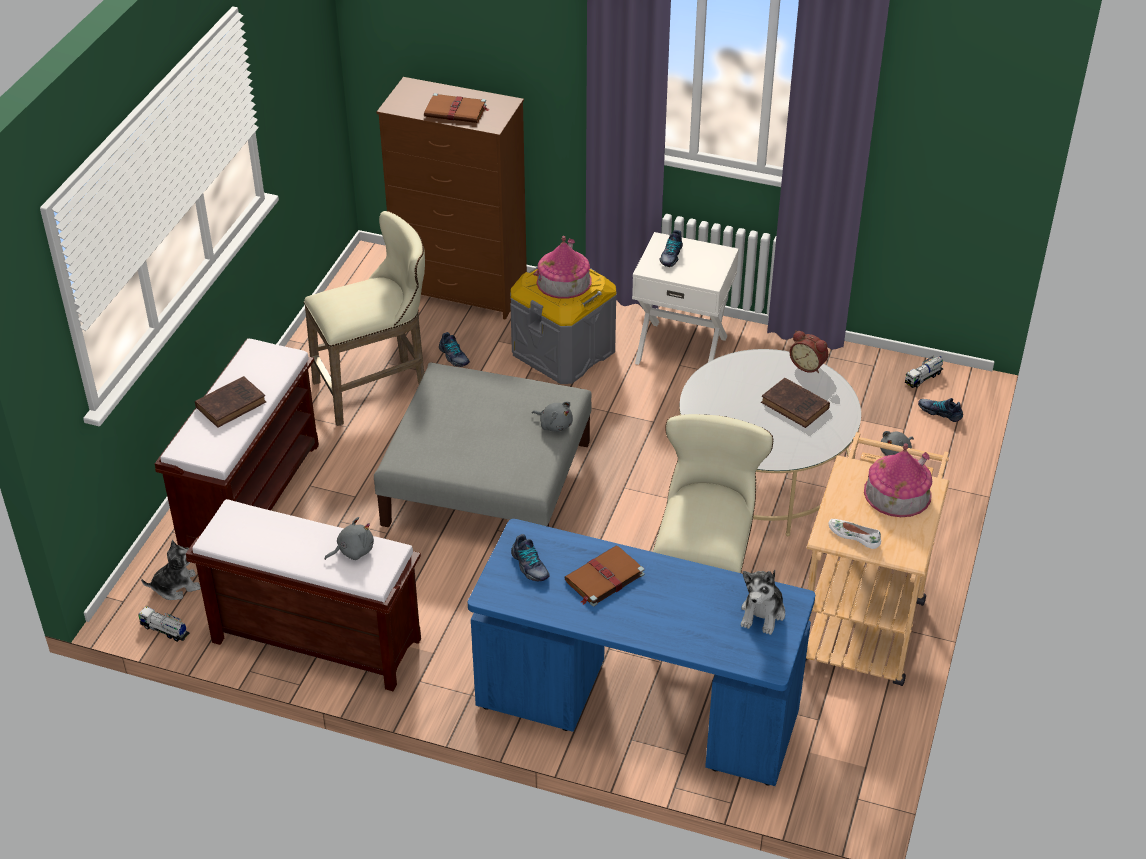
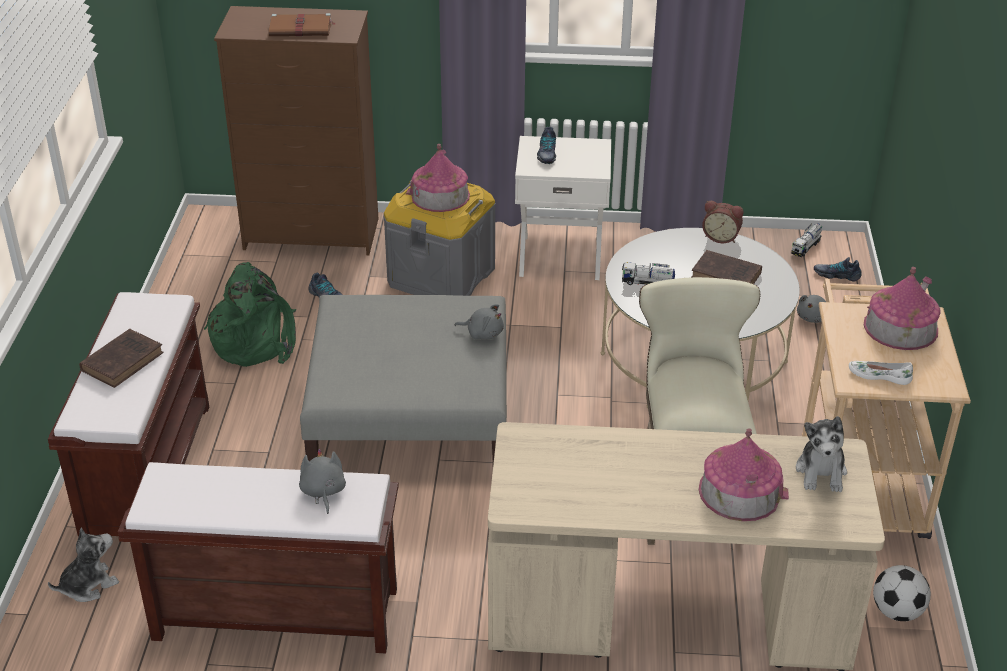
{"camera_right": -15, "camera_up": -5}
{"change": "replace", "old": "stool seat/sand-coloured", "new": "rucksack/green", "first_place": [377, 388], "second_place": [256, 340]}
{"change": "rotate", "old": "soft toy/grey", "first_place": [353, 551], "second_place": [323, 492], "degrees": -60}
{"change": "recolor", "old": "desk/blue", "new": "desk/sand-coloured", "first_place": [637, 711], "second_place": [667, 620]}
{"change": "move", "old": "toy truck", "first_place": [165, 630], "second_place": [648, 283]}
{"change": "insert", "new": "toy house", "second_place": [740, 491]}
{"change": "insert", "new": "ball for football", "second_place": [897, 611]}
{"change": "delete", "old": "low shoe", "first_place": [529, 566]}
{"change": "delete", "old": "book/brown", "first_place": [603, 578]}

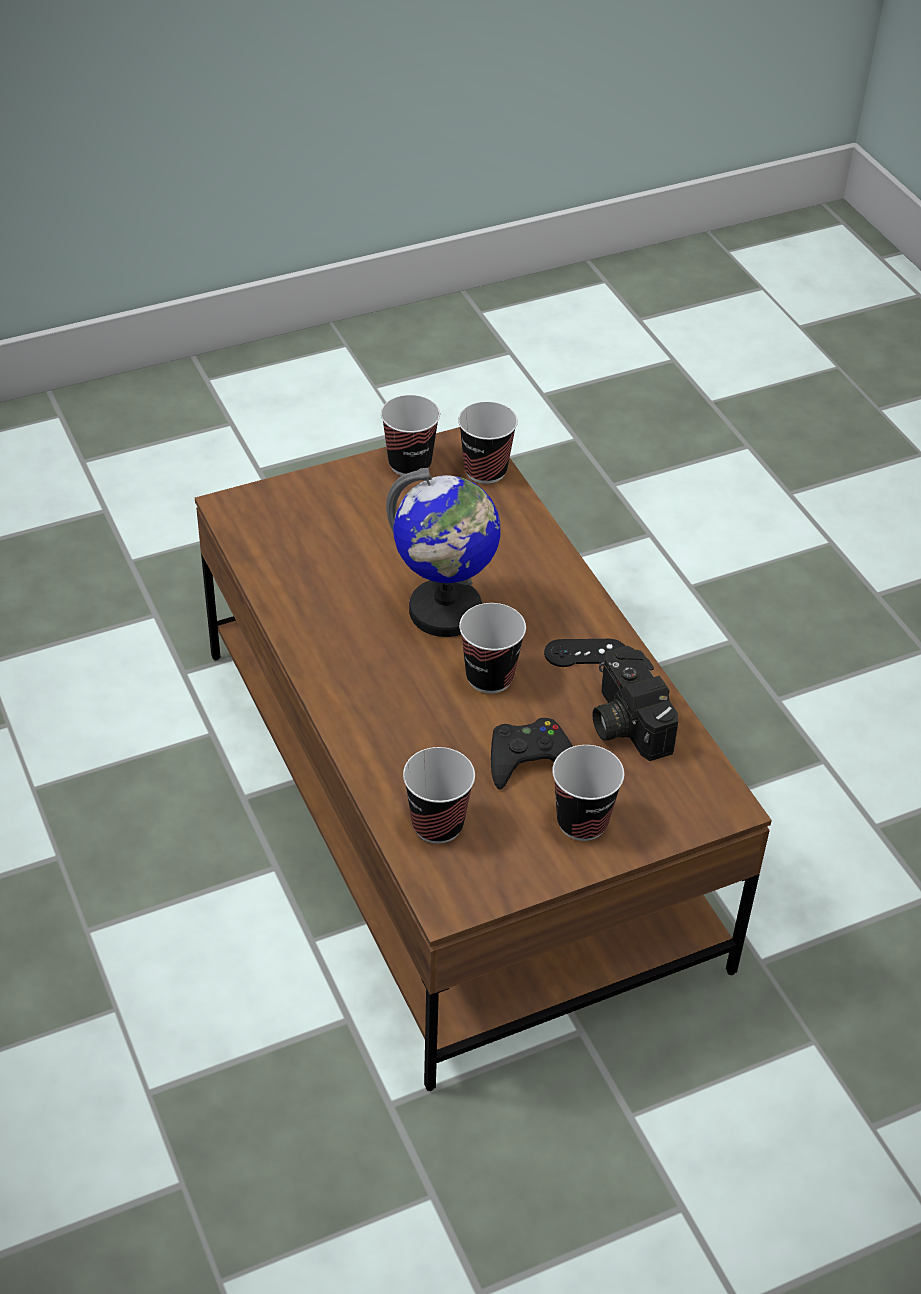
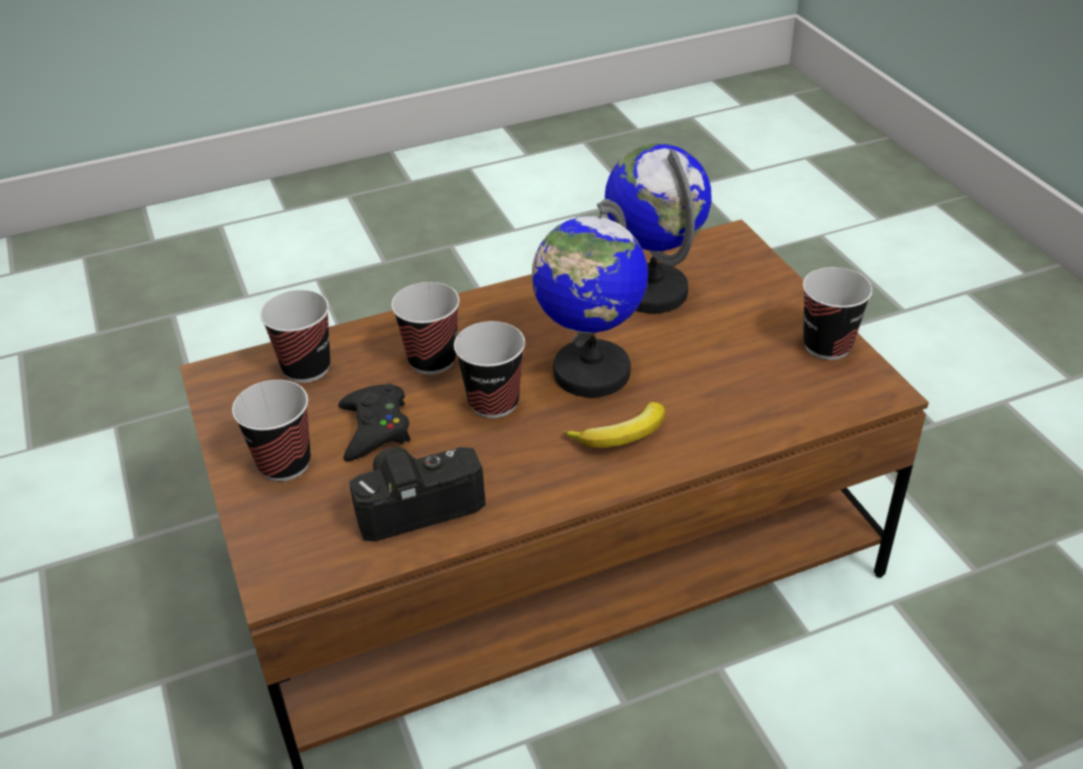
{"camera_right": 95, "camera_up": -5}
{"change": "move", "old": "small cup", "first_place": [485, 471], "second_place": [432, 360]}
{"change": "insert", "new": "banana", "second_place": [622, 436]}
{"change": "insert", "new": "globe", "second_place": [652, 291]}
{"change": "delete", "old": "game controller/black", "first_place": [585, 653]}

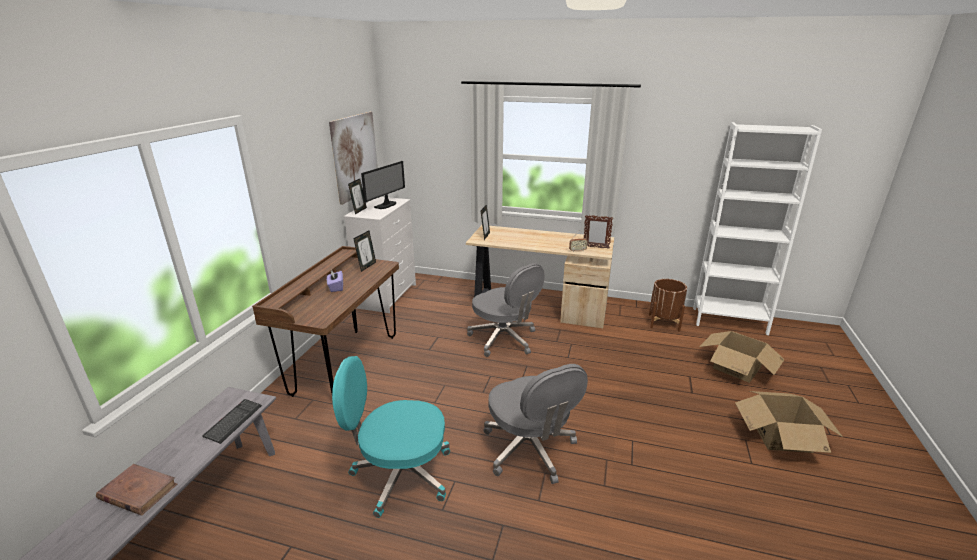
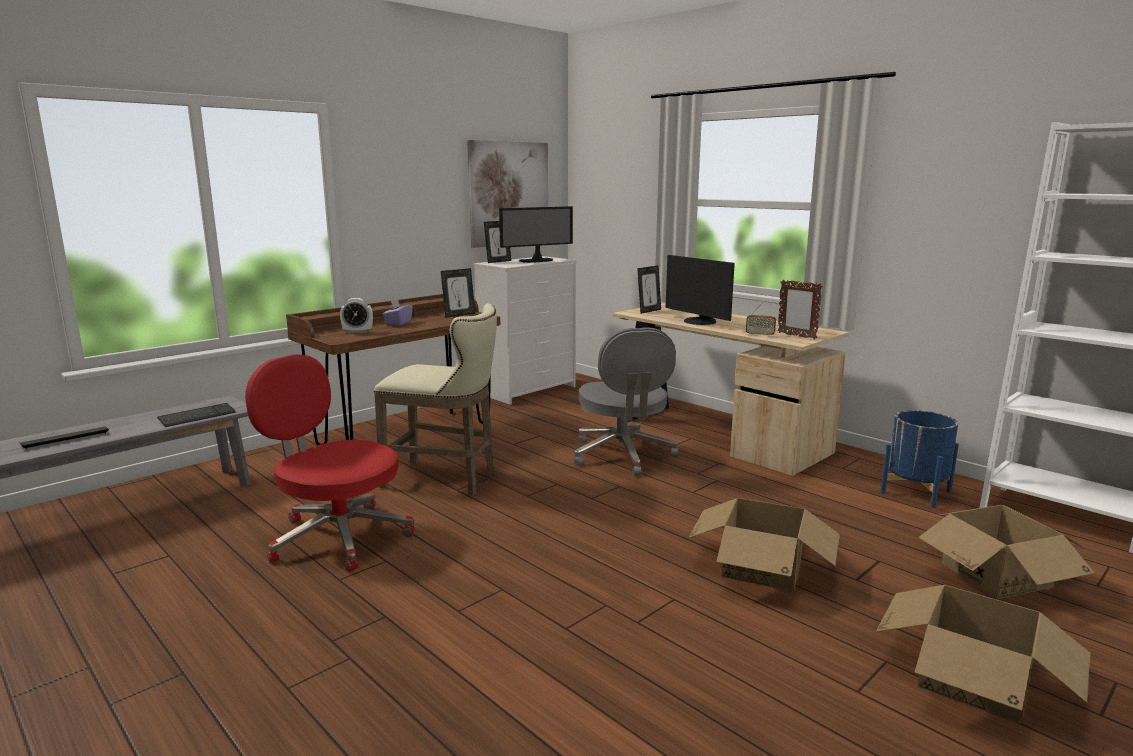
{"camera_right": 30, "camera_up": -10}
{"change": "replace", "old": "book/brown", "new": "keyboard", "first_place": [138, 492], "second_place": [65, 438]}
{"change": "recolor", "old": "computer chair/turquoise", "new": "computer chair/red-coloured", "first_place": [400, 474], "second_place": [337, 537]}
{"change": "insert", "new": "alarm clock", "second_place": [357, 332]}
{"change": "insert", "new": "stool seat/sand-coloured", "second_place": [446, 480]}
{"change": "insert", "new": "monitor", "second_place": [698, 322]}
{"change": "insert", "new": "carton", "second_place": [761, 567]}
{"change": "recolor", "old": "flower pot/brown", "new": "flower pot/blue", "first_place": [664, 322], "second_place": [915, 492]}
{"change": "delete", "old": "computer chair/grey", "first_place": [530, 449]}

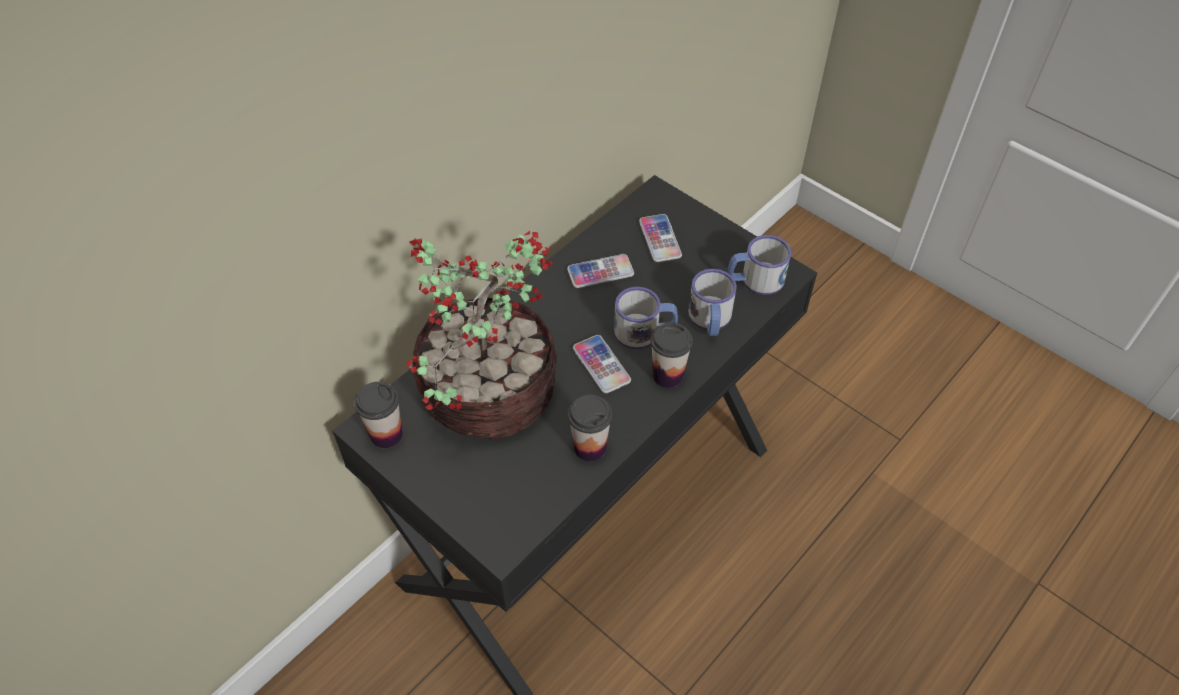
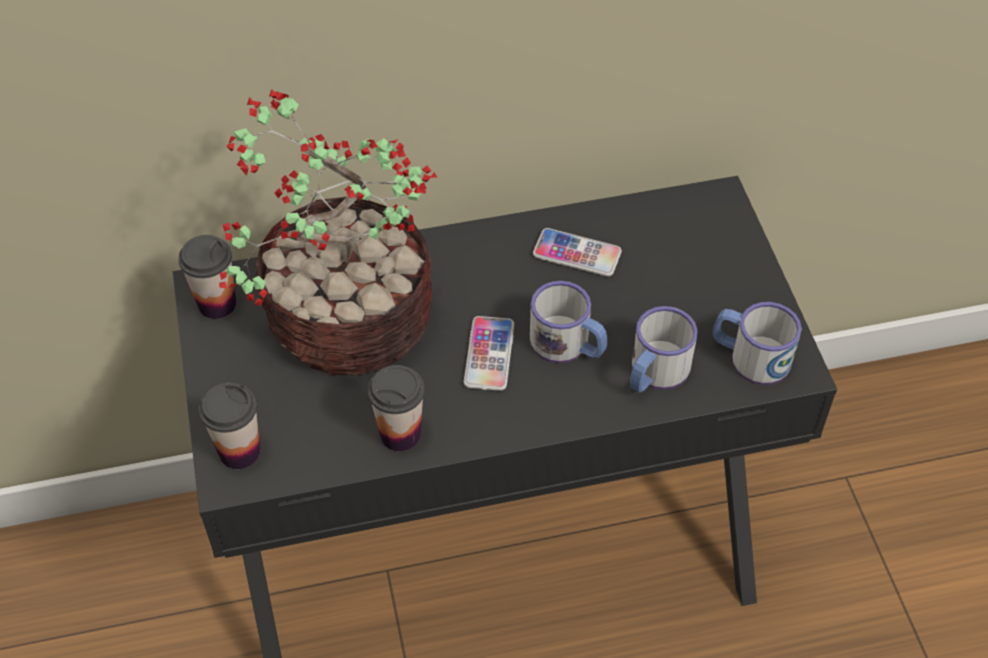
{"camera_right": 35, "camera_up": 0}
{"change": "move", "old": "small cup", "first_place": [667, 375], "second_place": [239, 451]}
{"change": "delete", "old": "handset", "first_place": [660, 239]}

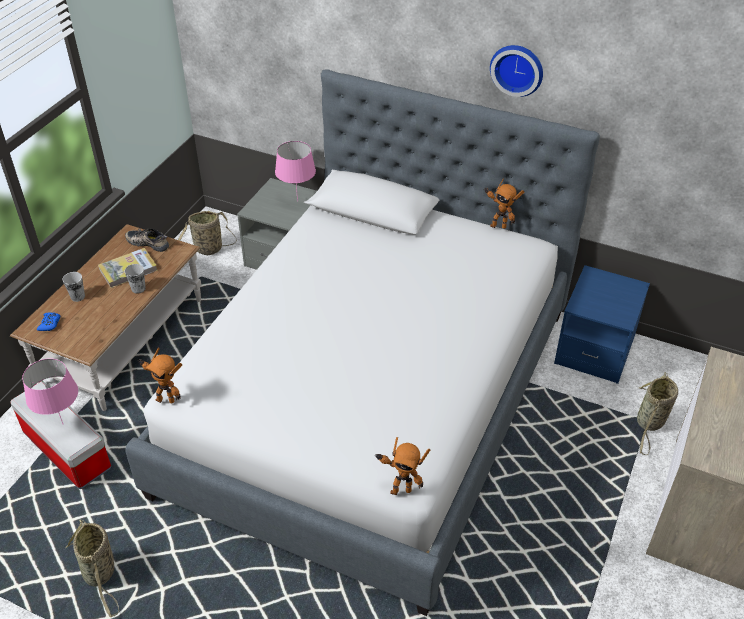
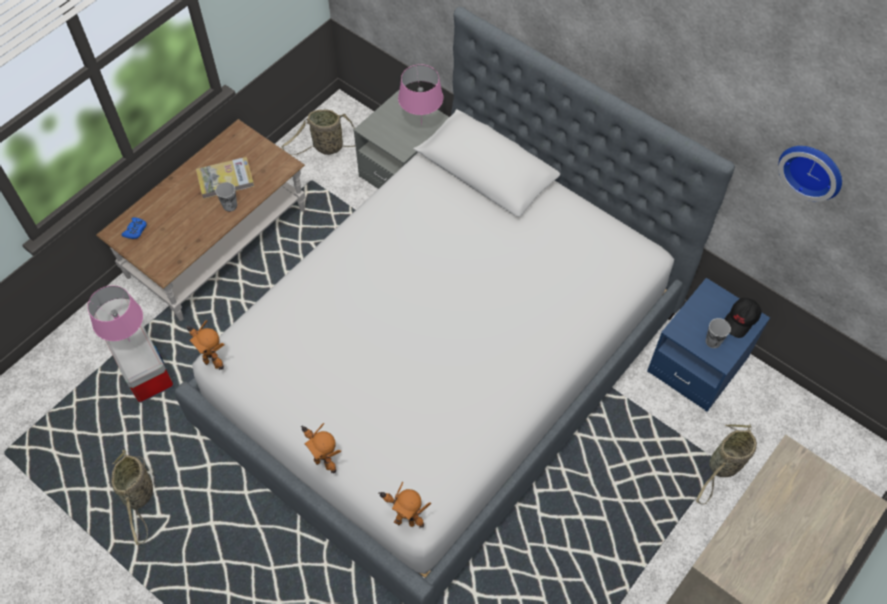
{"camera_right": 15, "camera_up": 15}
{"change": "move", "old": "toy robot", "first_place": [498, 225], "second_place": [324, 462]}
{"change": "move", "old": "small cup", "first_place": [78, 297], "second_place": [713, 341]}
{"change": "insert", "new": "cap/black", "second_place": [740, 320]}
{"change": "move", "old": "clock on the wall", "first_place": [517, 69], "second_place": [812, 169]}
{"change": "delete", "old": "low shoe", "first_place": [149, 242]}

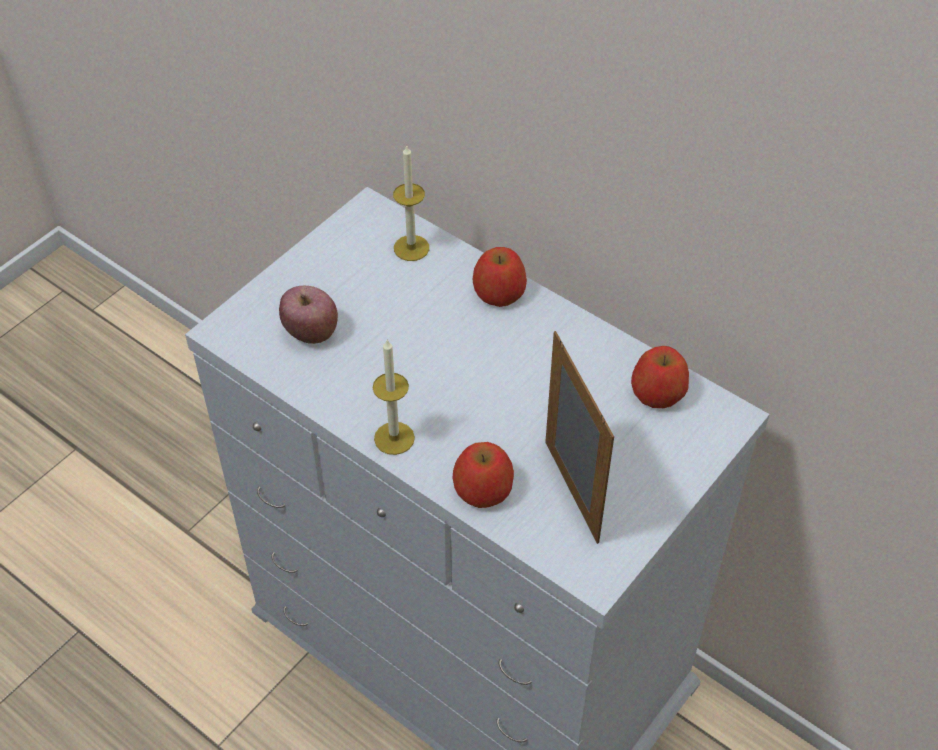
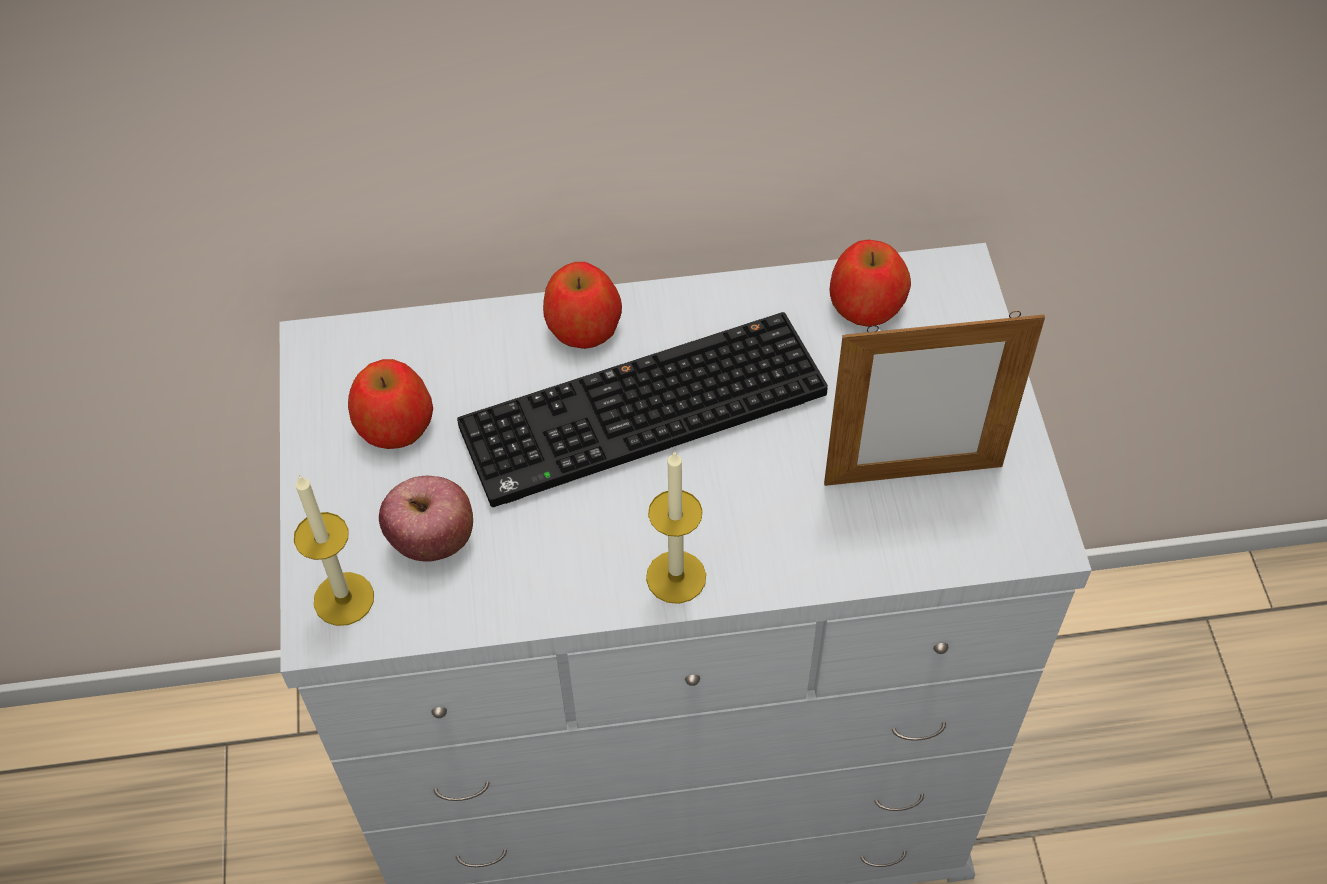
{"camera_right": -45, "camera_up": 5}
{"change": "move", "old": "wax light", "first_place": [411, 248], "second_place": [344, 599]}
{"change": "move", "old": "whole apple", "first_place": [483, 488], "second_place": [395, 423]}
{"change": "insert", "new": "keyboard", "second_place": [642, 417]}
{"change": "rotate", "old": "picture frame", "first_place": [571, 491], "second_place": [913, 474], "degrees": 150}

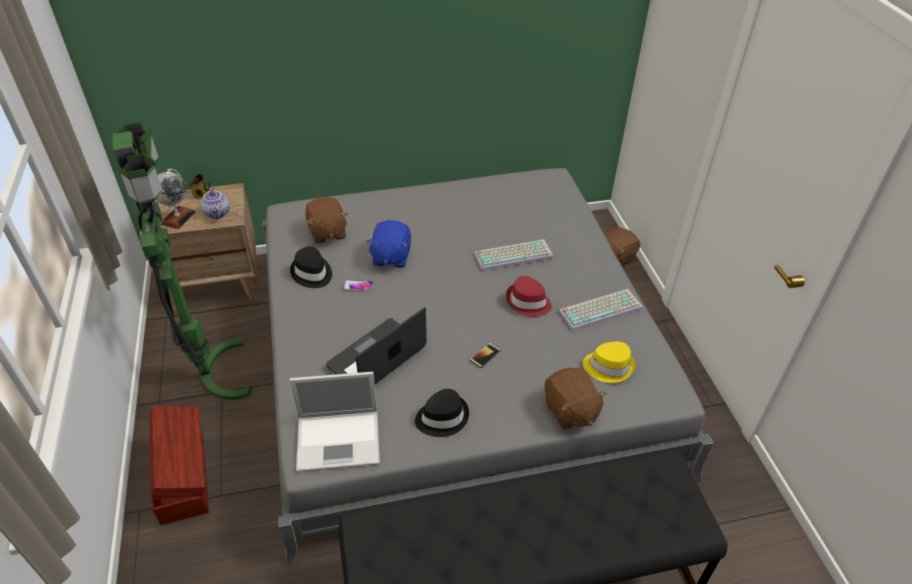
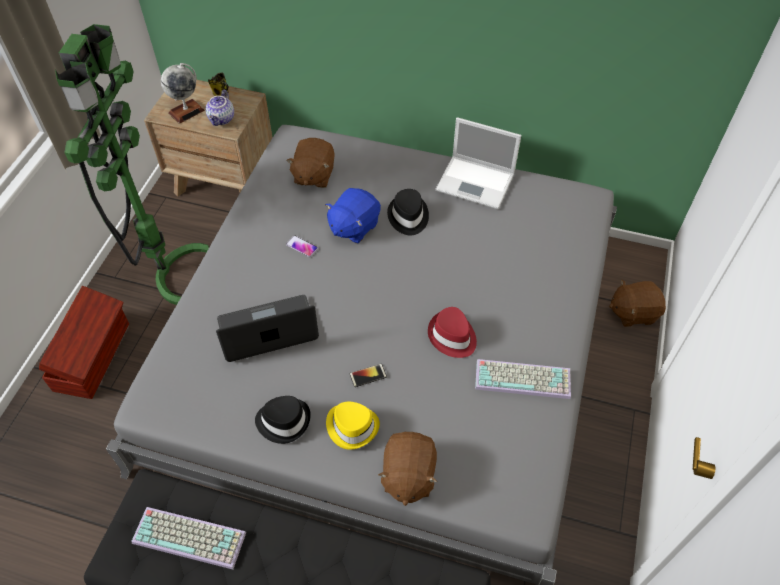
{"camera_right": 30, "camera_up": 10}
{"change": "move", "old": "keyboard", "first_place": [514, 254], "second_place": [191, 536]}
{"change": "move", "old": "hat/yellow-coloured", "first_place": [608, 366], "second_place": [352, 426]}
{"change": "move", "old": "hat/black", "first_place": [311, 273], "second_place": [408, 217]}
{"change": "move", "old": "laptop", "first_place": [340, 440], "second_place": [476, 182]}

